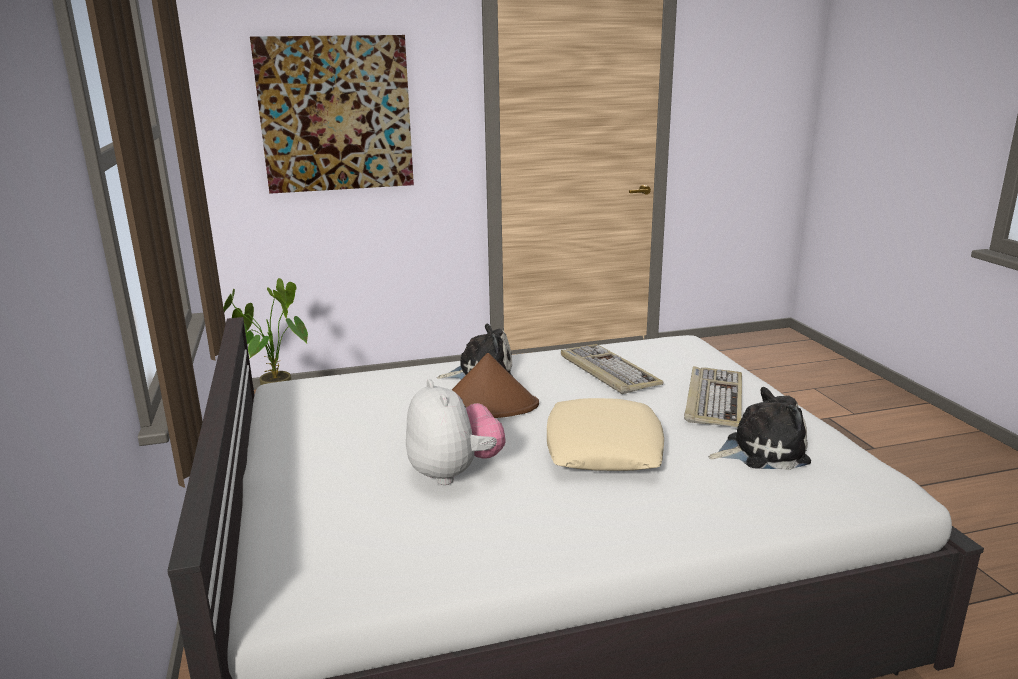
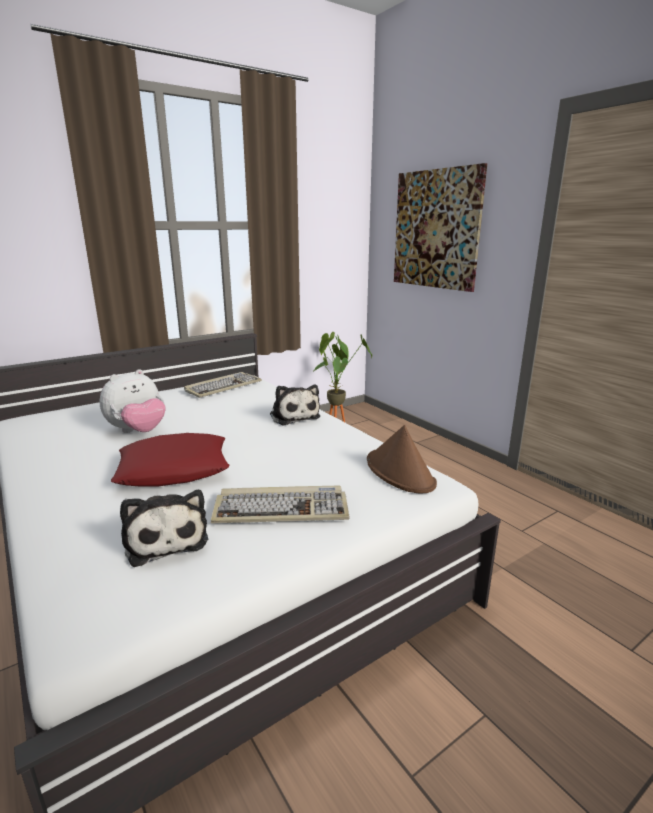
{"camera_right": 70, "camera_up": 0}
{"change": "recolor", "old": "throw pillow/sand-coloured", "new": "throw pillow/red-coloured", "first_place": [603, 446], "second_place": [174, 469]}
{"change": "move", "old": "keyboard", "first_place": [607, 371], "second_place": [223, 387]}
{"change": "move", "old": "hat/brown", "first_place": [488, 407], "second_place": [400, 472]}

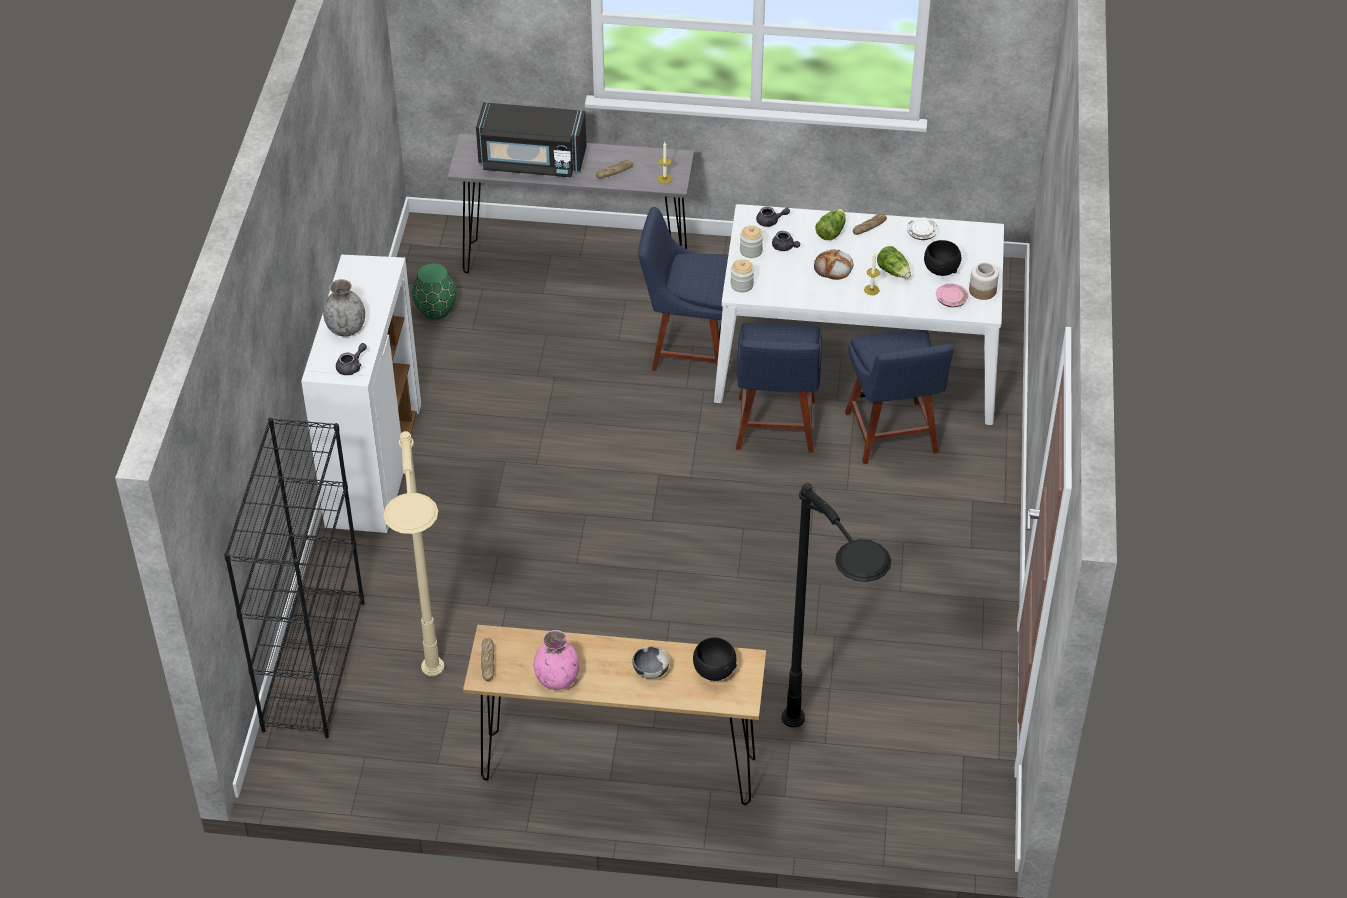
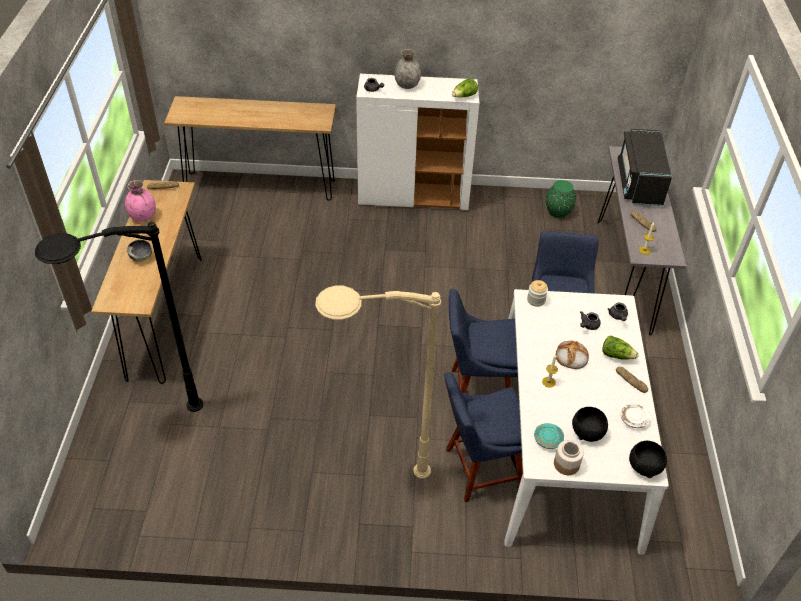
{"camera_right": 85, "camera_up": 0}
{"change": "replace", "old": "bookcase/black", "new": "narrow table/brown", "first_place": [313, 664], "second_place": [259, 186]}
{"change": "move", "old": "floor lamp/sand-coloured", "first_place": [437, 725], "second_place": [367, 479]}
{"change": "move", "old": "lettuce", "first_place": [894, 272], "second_place": [464, 96]}
{"change": "recolor", "old": "dinner plate/pink", "new": "dinner plate/turquoise", "first_place": [951, 300], "second_place": [548, 439]}
{"change": "move", "old": "bowl/black", "first_place": [713, 670], "second_place": [645, 467]}
{"change": "delete", "old": "jar", "first_place": [751, 251]}

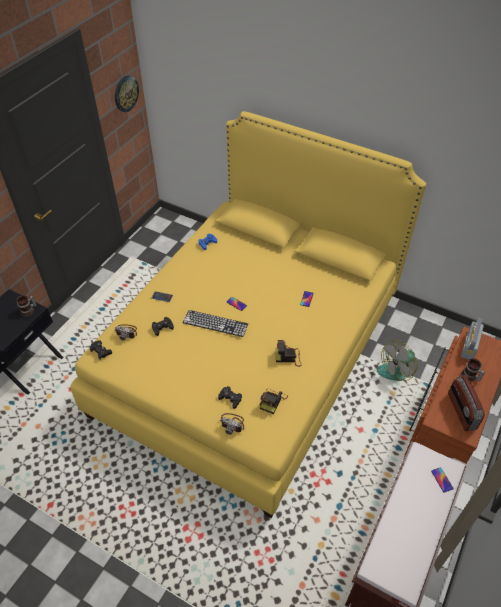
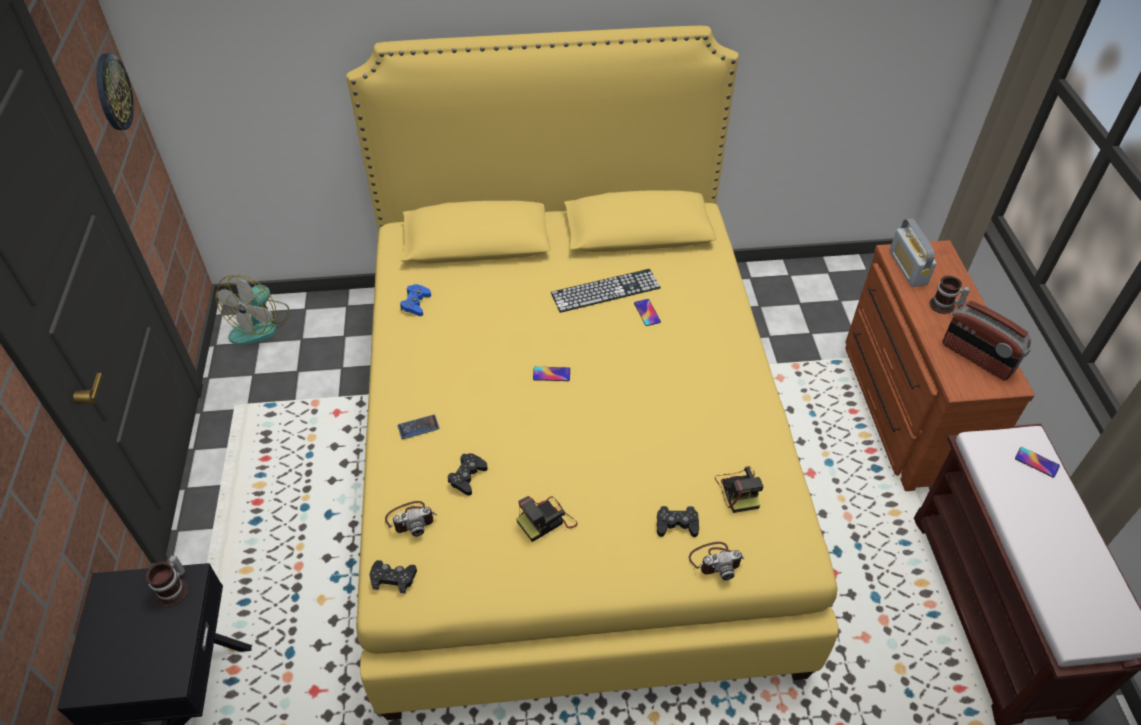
{"camera_right": -35, "camera_up": 0}
{"change": "move", "old": "cooling fan", "first_place": [397, 369], "second_place": [260, 324]}
{"change": "move", "old": "photo camera", "first_place": [288, 357], "second_place": [546, 520]}
{"change": "move", "old": "keyboard", "first_place": [215, 323], "second_place": [605, 290]}

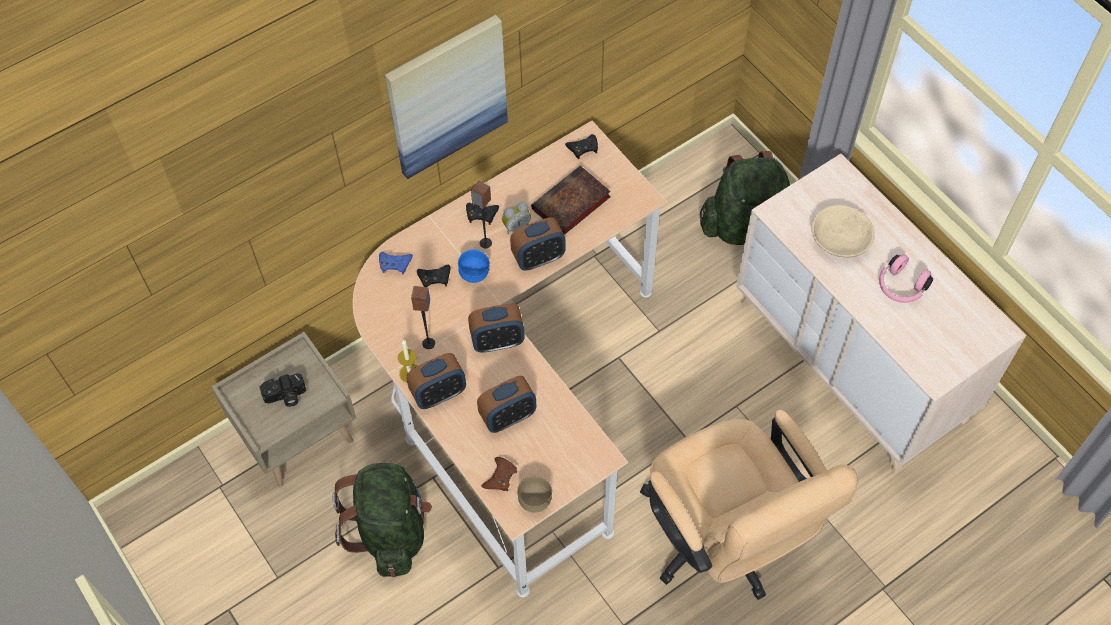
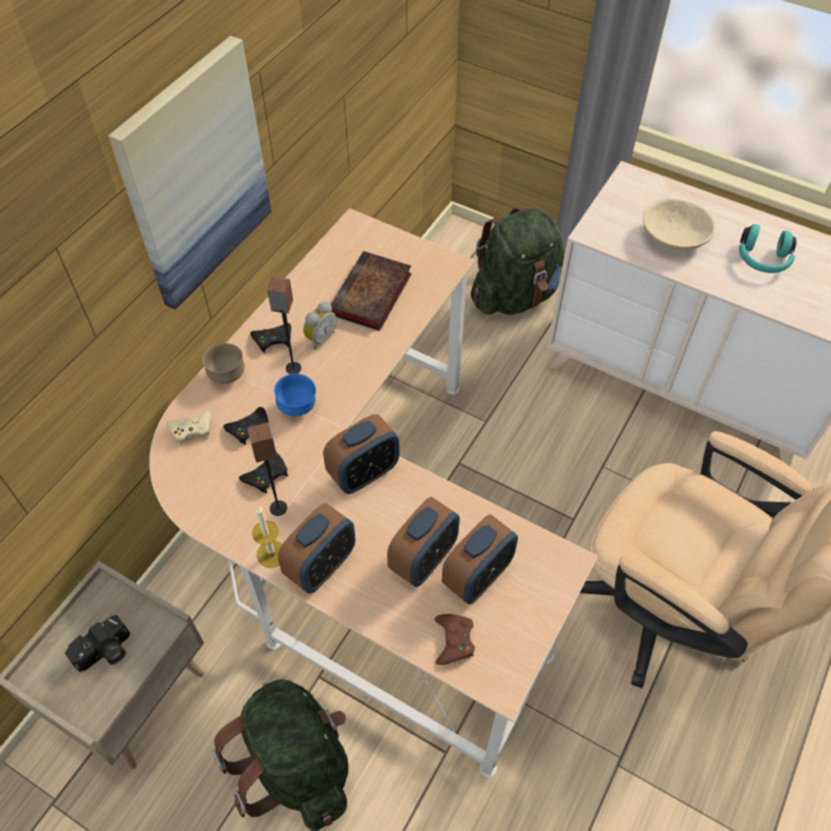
{"camera_right": -25, "camera_up": -5}
{"change": "recolor", "old": "game controller/blue", "new": "game controller/sand-coloured", "first_place": [395, 264], "second_place": [191, 429]}
{"change": "move", "old": "bowl/brown", "first_place": [535, 501], "second_place": [227, 376]}
{"change": "move", "old": "game controller/black", "first_place": [583, 148], "second_place": [266, 475]}
{"change": "move", "old": "alarm clock", "first_place": [538, 258], "second_place": [477, 576]}
{"change": "recolor", "old": "headset/pink", "new": "headset/turquoise", "first_place": [900, 287], "second_place": [762, 260]}

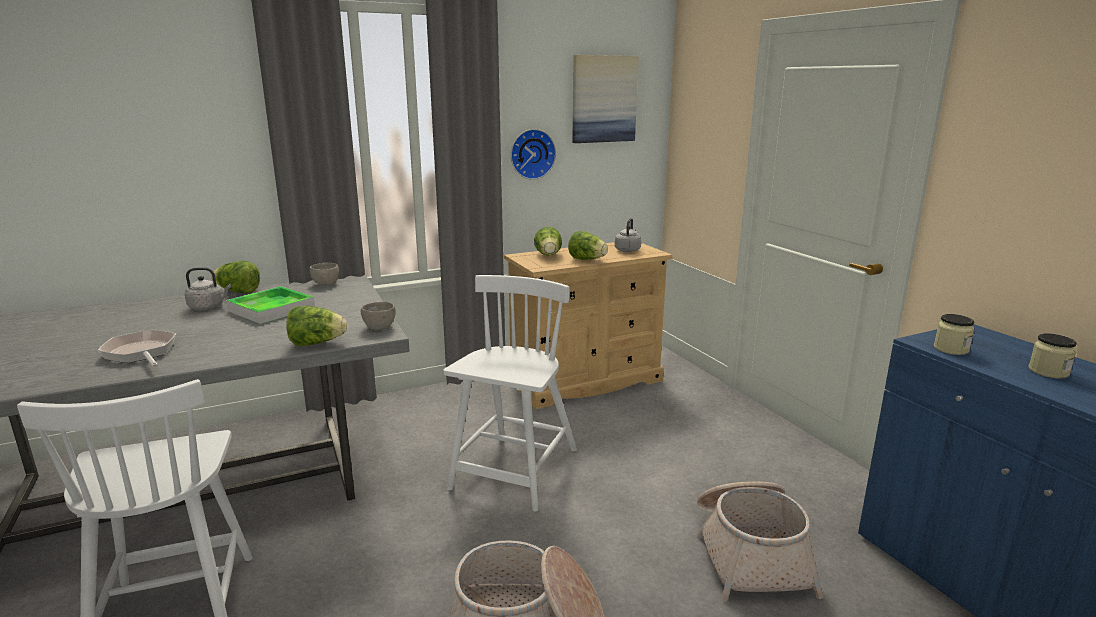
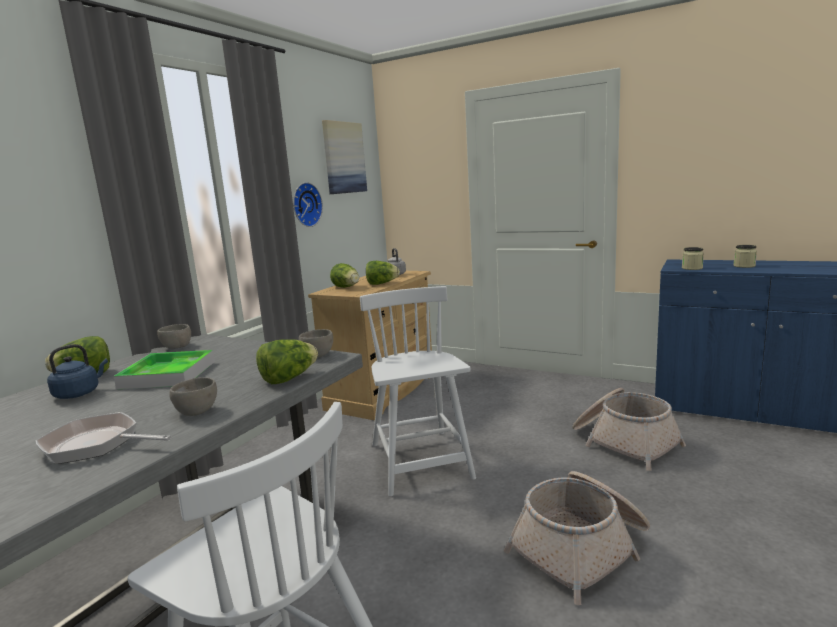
{"camera_right": -35, "camera_up": -5}
{"change": "recolor", "old": "kettle/grey", "new": "kettle/blue", "first_place": [208, 307], "second_place": [79, 393]}
{"change": "insert", "new": "bowl/grey", "second_place": [197, 411]}

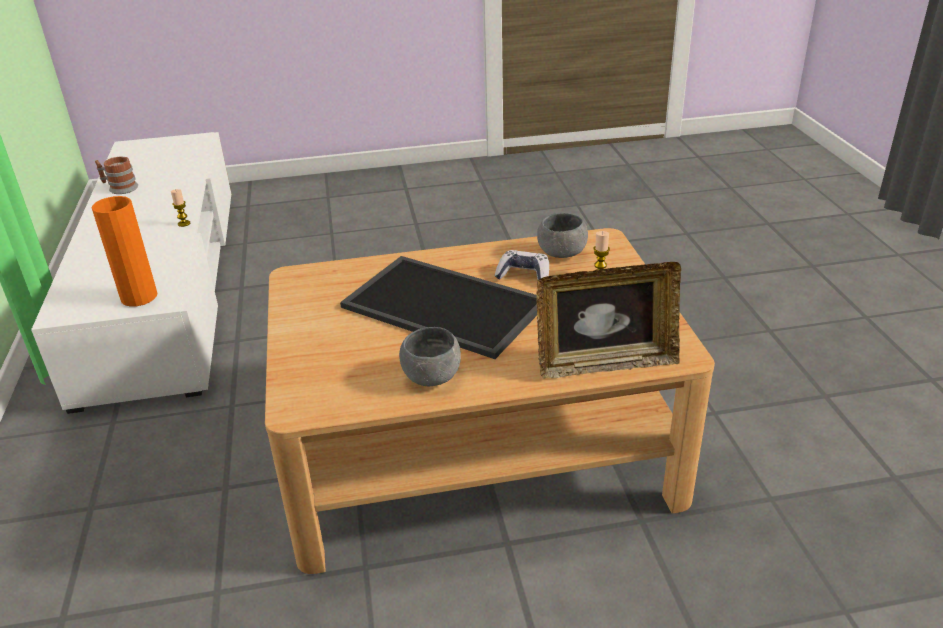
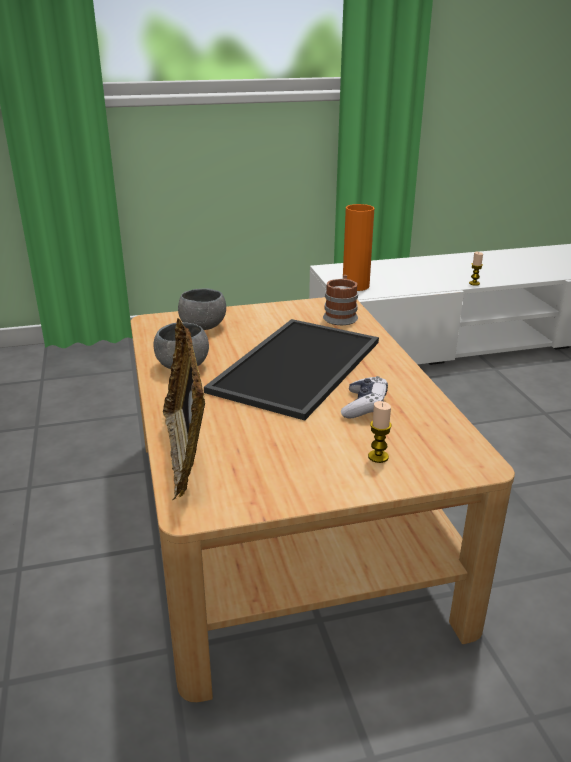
{"camera_right": 85, "camera_up": -5}
{"change": "move", "old": "bowl/grey", "first_place": [561, 253], "second_place": [203, 326]}
{"change": "move", "old": "tea mug", "first_place": [119, 188], "second_place": [341, 316]}

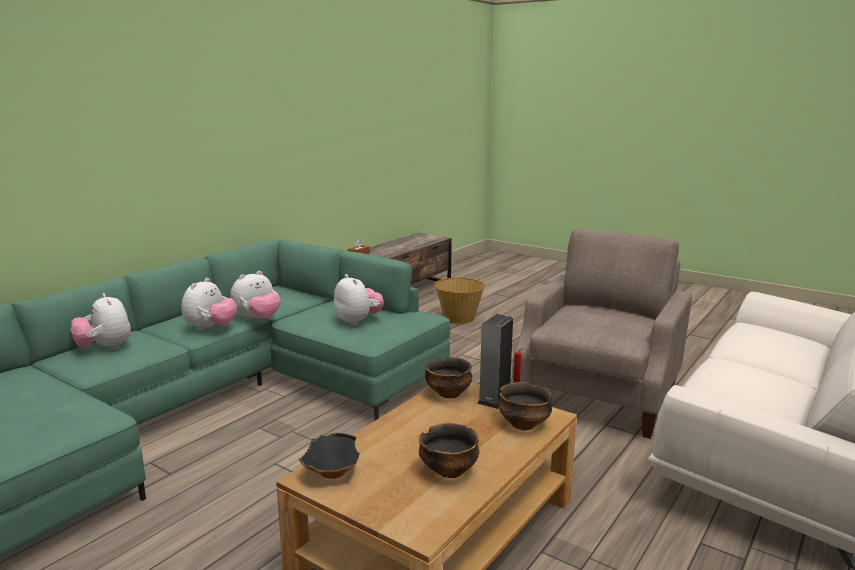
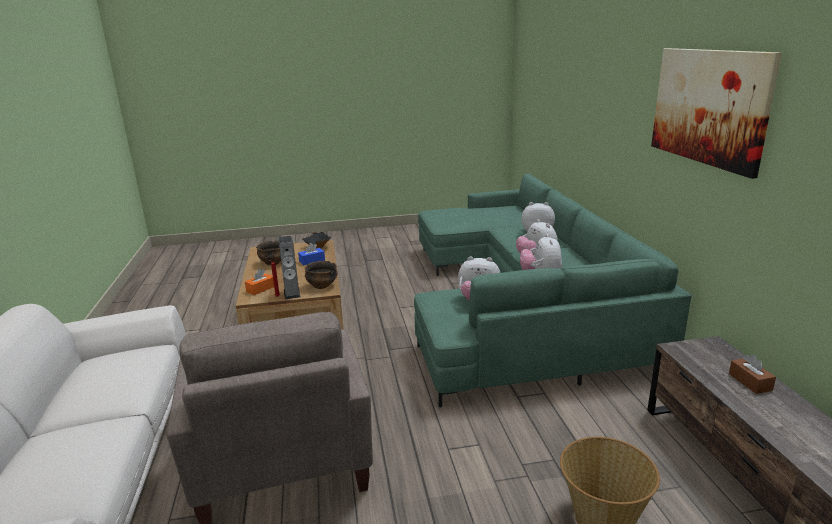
{"camera_right": 135, "camera_up": 5}
{"change": "replace", "old": "bowl", "new": "tissue holder/orangey", "first_place": [523, 424], "second_place": [260, 289]}
{"change": "insert", "new": "tissue holder/blue", "second_place": [312, 261]}
{"change": "insert", "new": "picture", "second_place": [708, 107]}

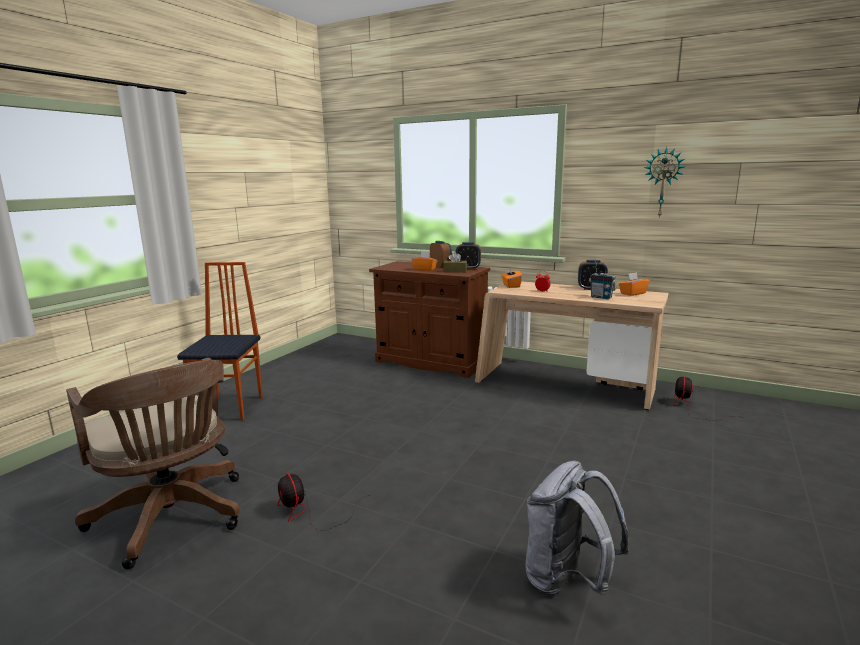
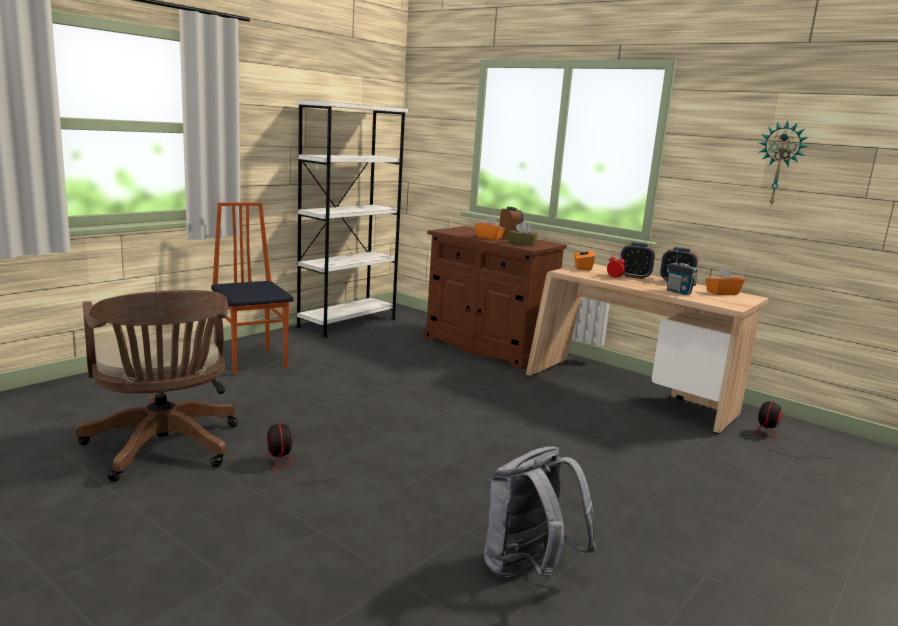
{"camera_right": 10, "camera_up": 0}
{"change": "rotate", "old": "chair", "first_place": [231, 408], "second_place": [253, 361], "degrees": -45}
{"change": "insert", "new": "bookcase/whitish", "second_place": [347, 323]}
{"change": "move", "old": "alarm clock", "first_place": [468, 268], "second_place": [634, 276]}

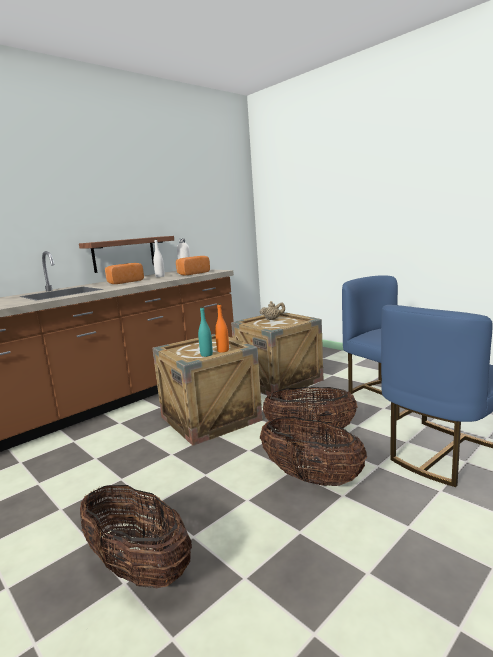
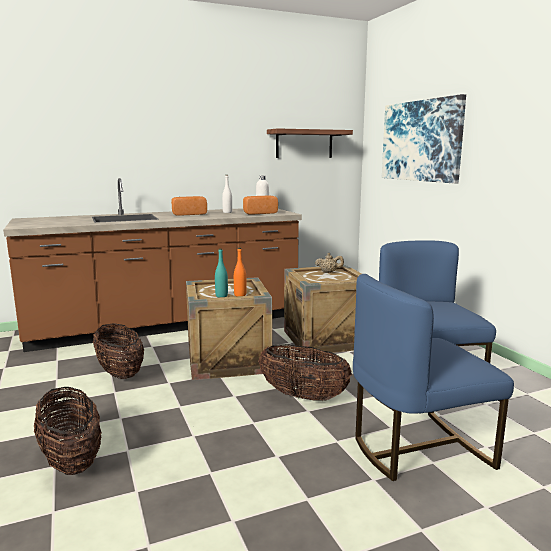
{"camera_right": 20, "camera_up": 0}
{"change": "move", "old": "household basket", "first_place": [311, 478], "second_place": [120, 373]}
{"change": "move", "old": "bracket shelf", "first_place": [124, 254], "second_place": [304, 144]}
{"change": "insert", "new": "picture", "second_place": [421, 141]}

